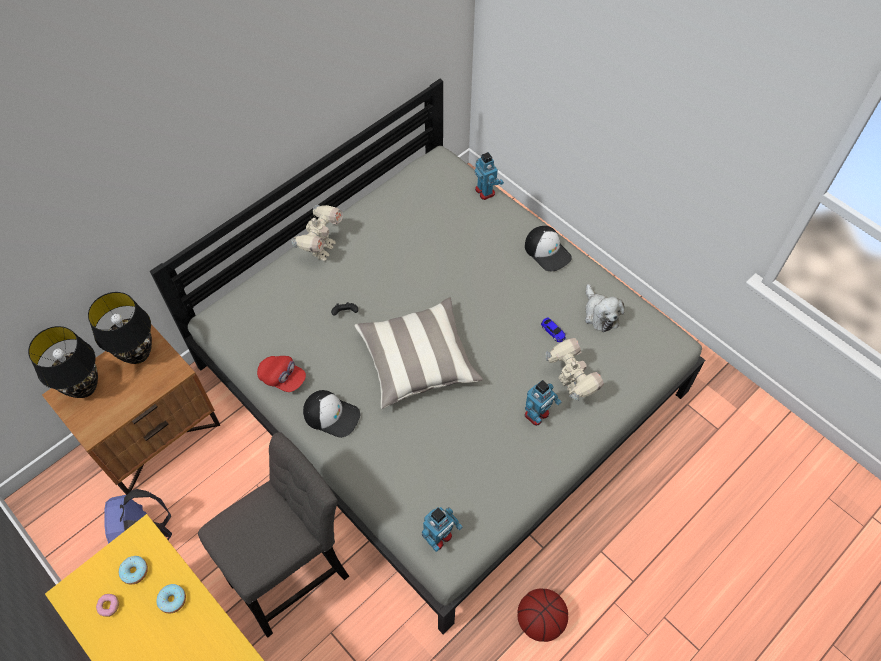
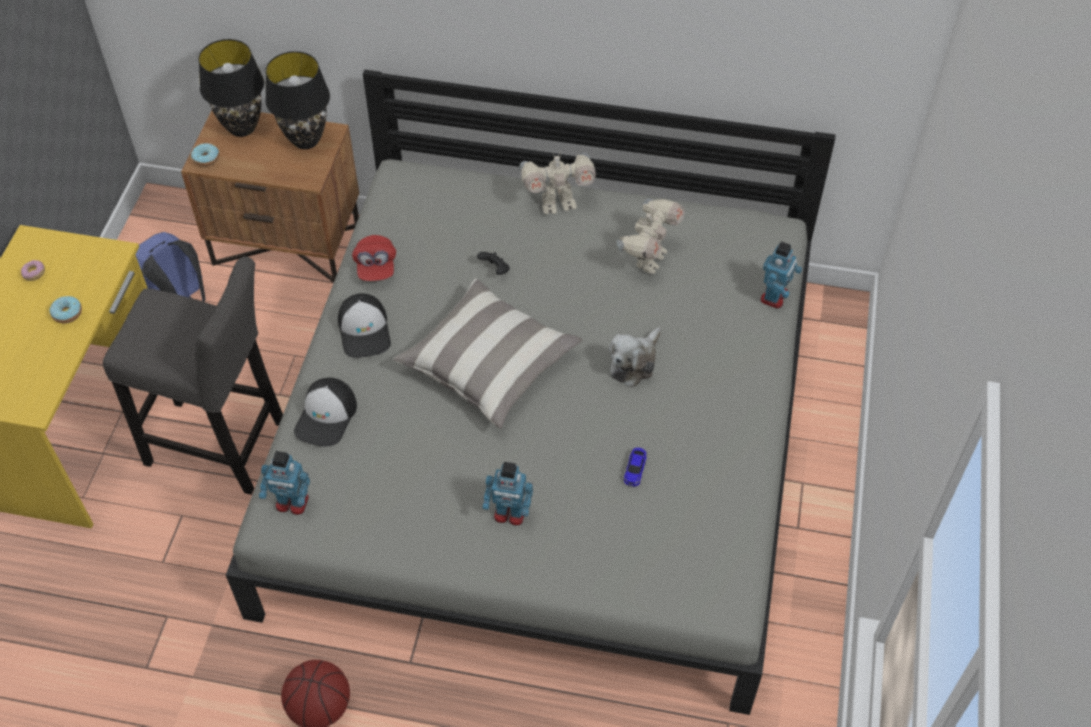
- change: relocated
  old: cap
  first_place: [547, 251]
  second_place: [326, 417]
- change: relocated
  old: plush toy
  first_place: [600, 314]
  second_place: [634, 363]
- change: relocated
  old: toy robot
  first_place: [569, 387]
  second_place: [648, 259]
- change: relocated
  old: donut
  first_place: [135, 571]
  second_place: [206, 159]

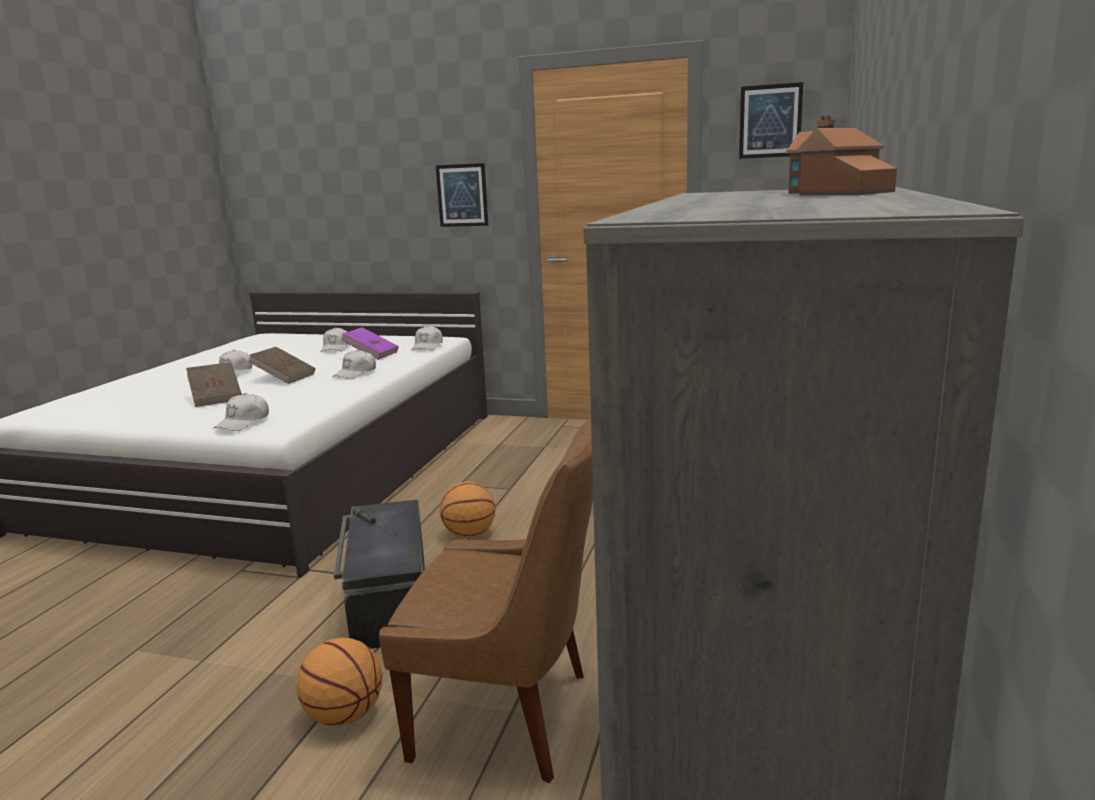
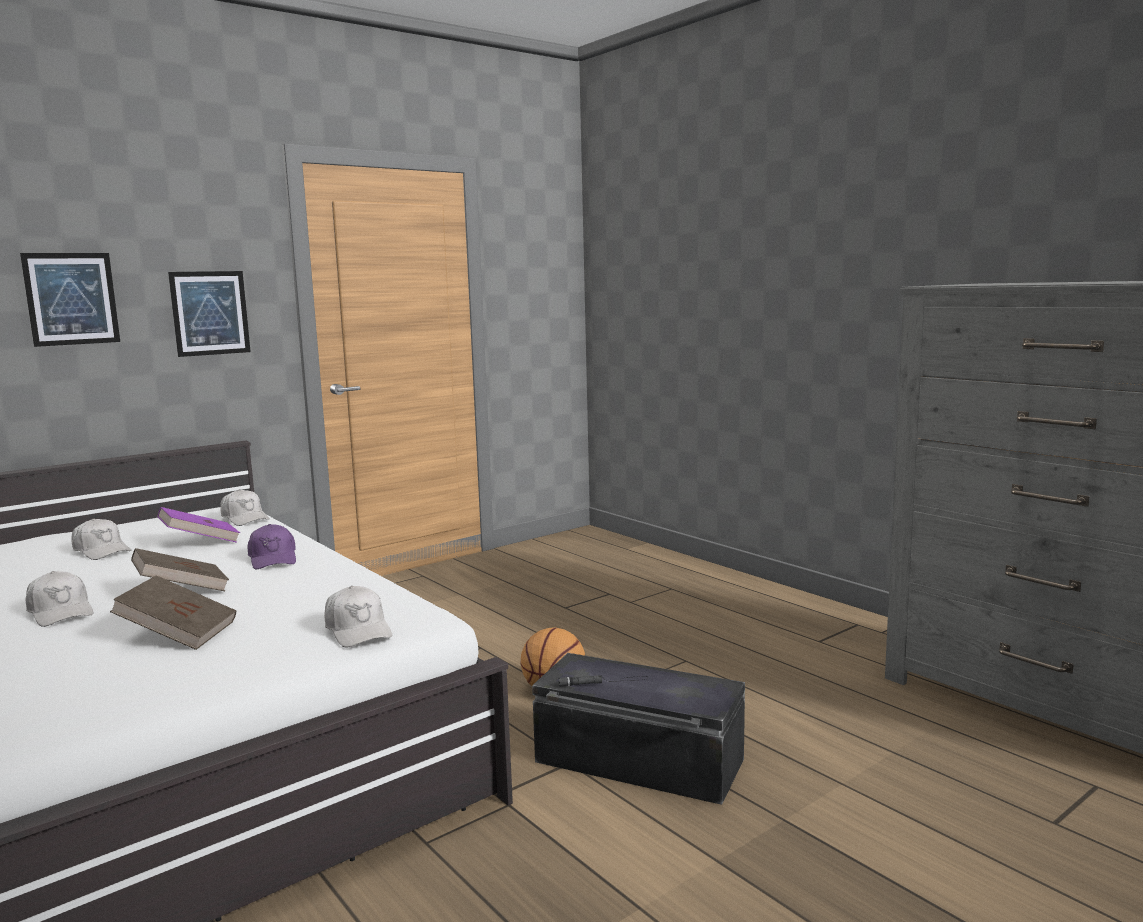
- change: relocated
  old: picture
  first_place: [770, 121]
  second_place: [71, 299]
- change: missing
  old: toy house
  first_place: [833, 193]
- change: colour
  old: white cap
  new: purple cap
  first_place: [355, 373]
  second_place: [273, 559]
- change: missing
  old: brown chair
  first_place: [509, 716]
- change: missing
  old: basketball
  first_place: [343, 716]

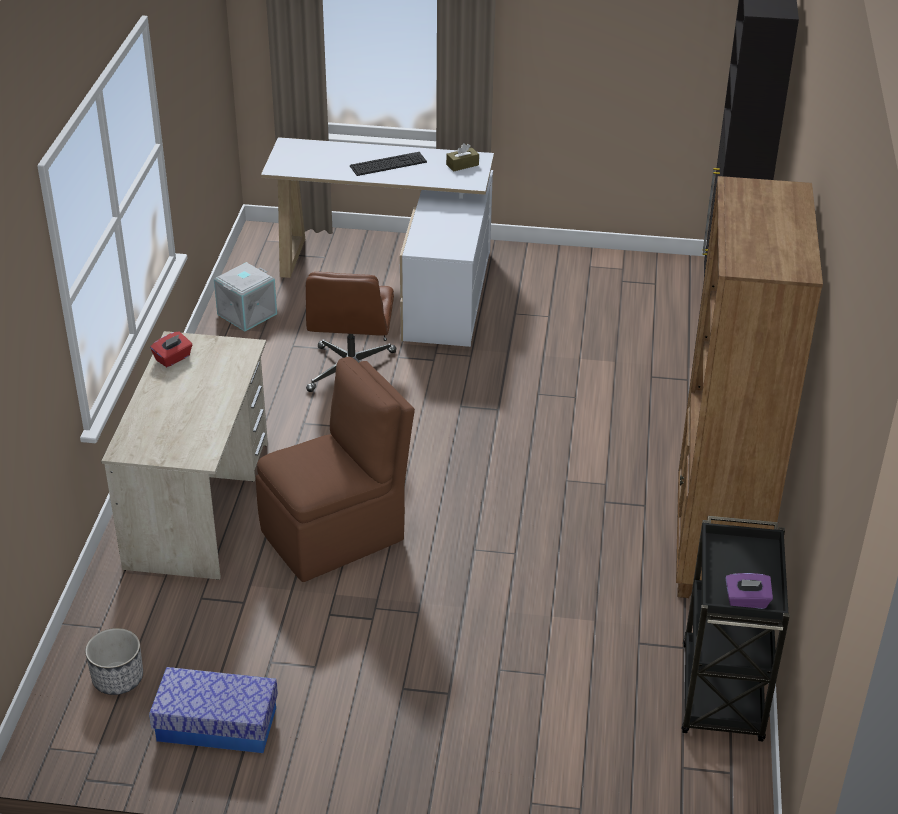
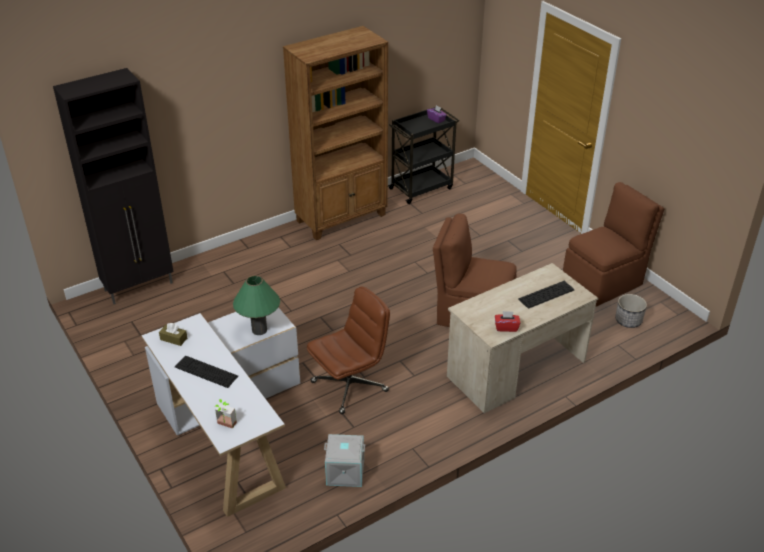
- change: exchanged
  old: storage box
  new: brown chair
  first_place: [216, 724]
  second_place: [604, 282]
- change: appeared
  new: green table lamp
  second_place: [259, 330]
- change: appeared
  new: keyboard
  second_place: [546, 294]
- change: appeared
  new: potted plant
  second_place: [225, 425]

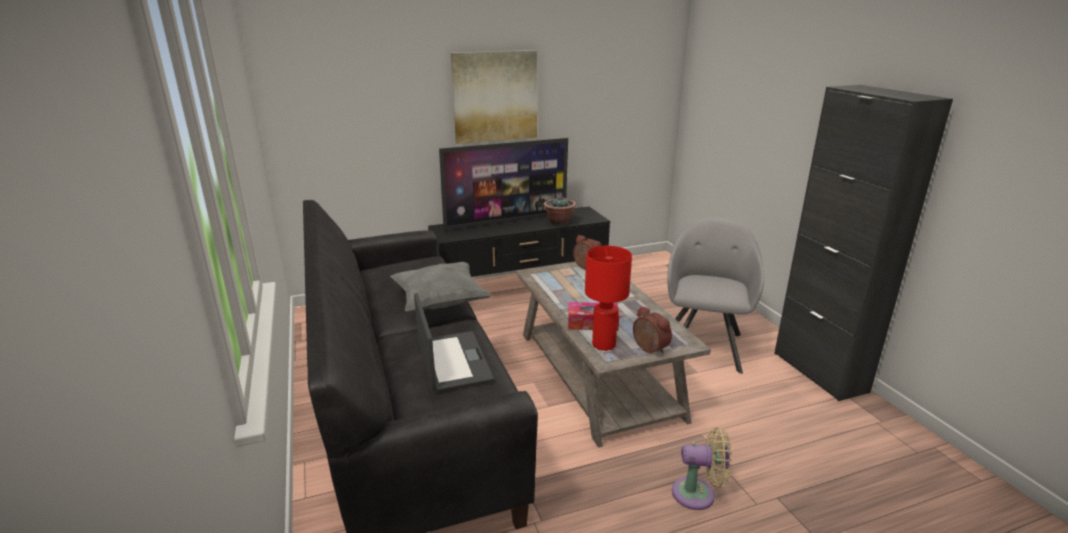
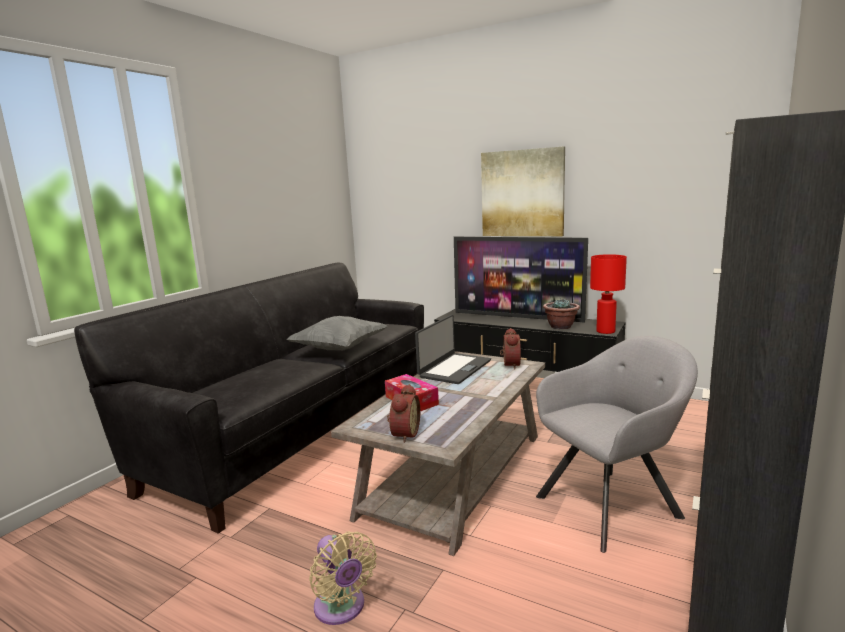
- change: relocated
  old: red table lamp
  first_place: [603, 344]
  second_place: [605, 331]
- change: relocated
  old: laptop
  first_place: [452, 361]
  second_place: [454, 368]

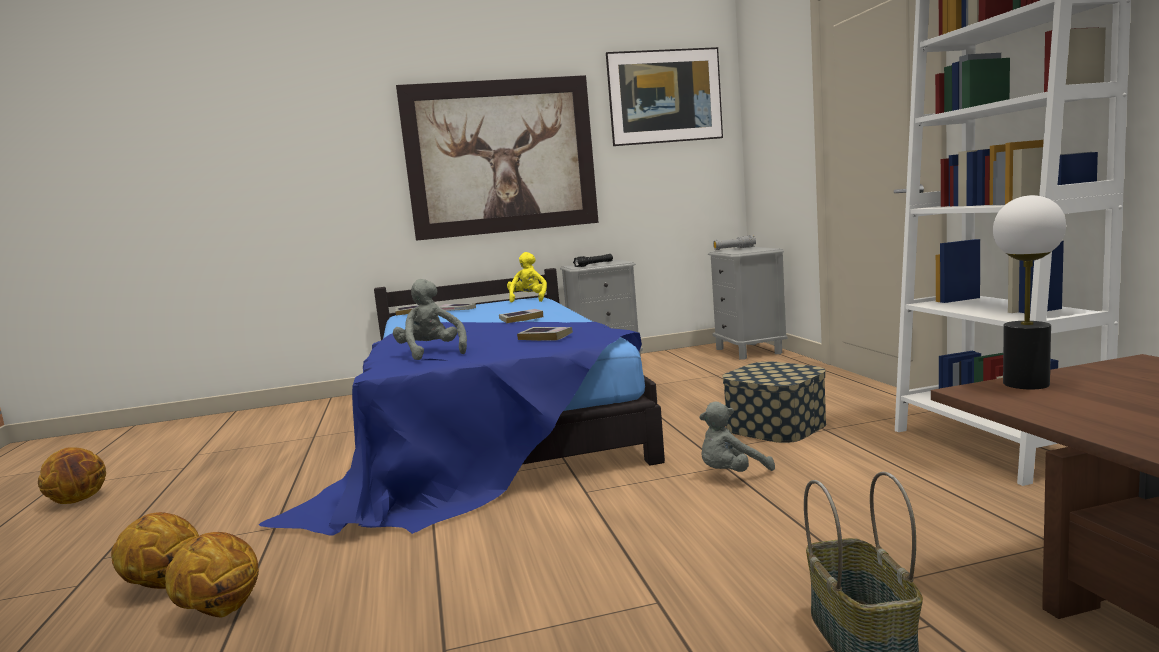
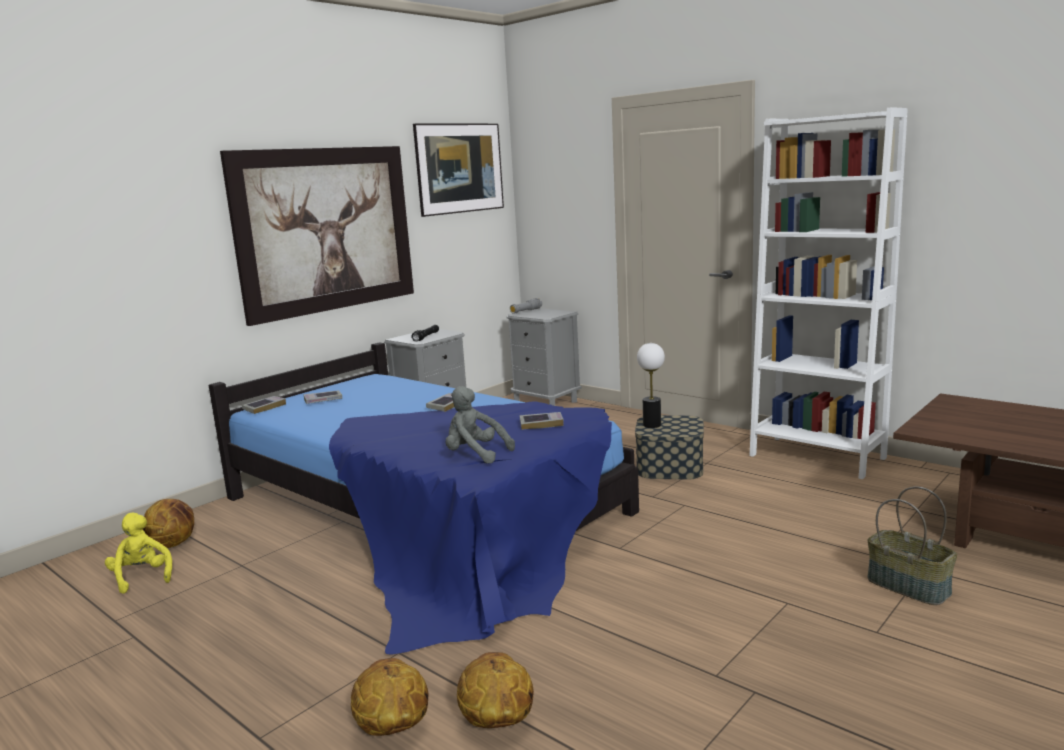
- change: relocated
  old: table lamp
  first_place: [1026, 384]
  second_place: [652, 425]
- change: relocated
  old: yellow plush toy
  first_place: [528, 300]
  second_place: [142, 577]
- change: missing
  old: grey plush toy
  first_place: [731, 474]
- change: relocated
  old: basketball
  first_place: [78, 500]
  second_place: [173, 544]

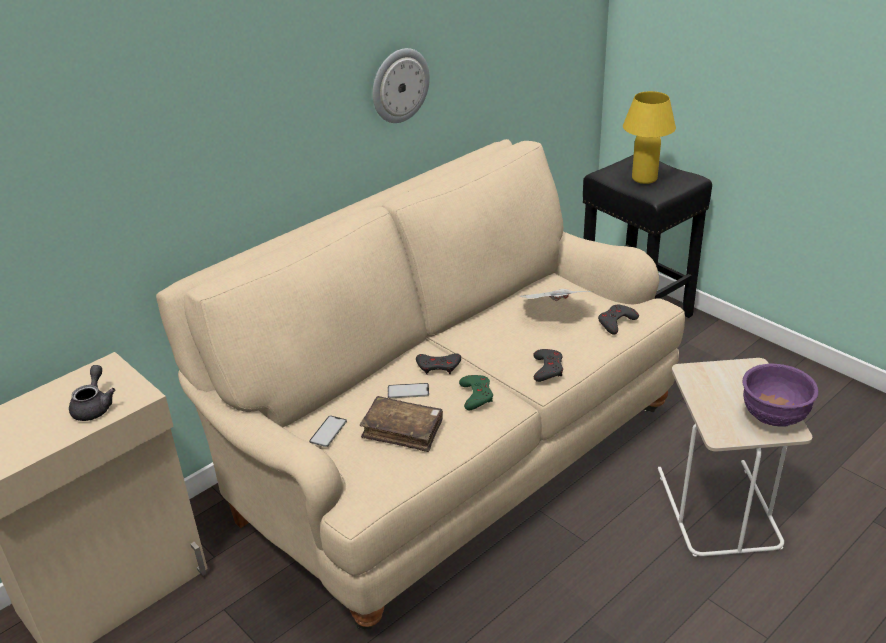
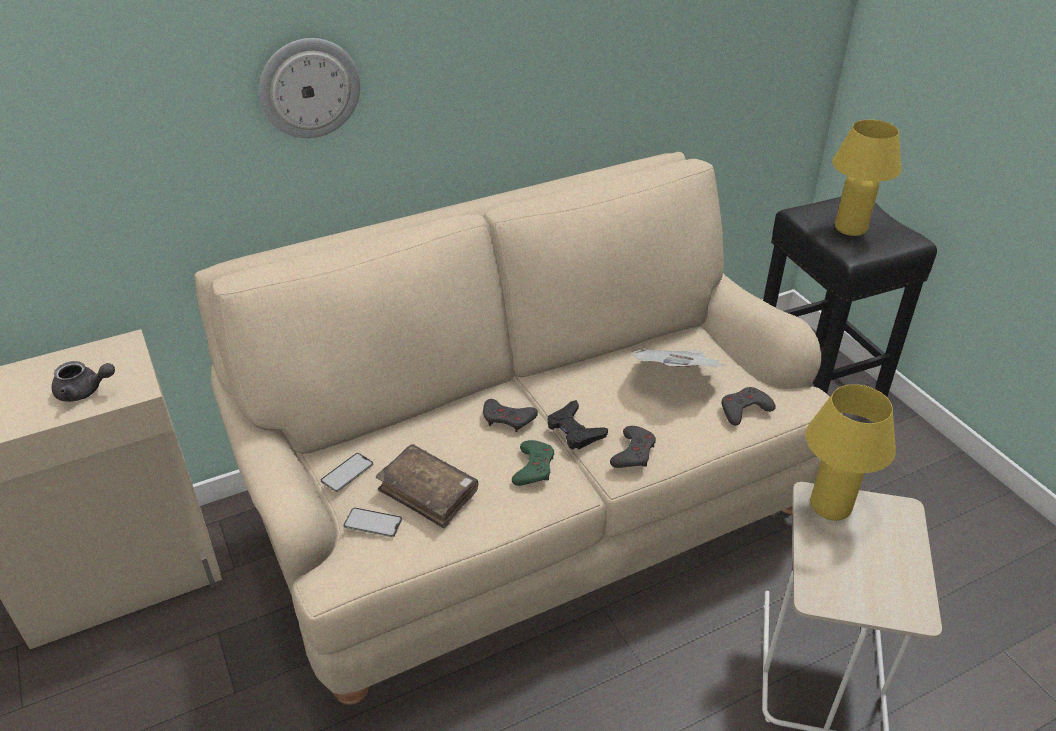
- change: relocated
  old: wall clock
  first_place: [399, 85]
  second_place: [309, 88]
- change: missing
  old: purple bowl
  first_place: [773, 417]
- change: spun
  old: grey teapot
  first_place: [94, 406]
  second_place: [84, 391]
  degrees: 75
- change: relocated
  old: phone
  first_place: [408, 391]
  second_place: [373, 523]
- change: appeared
  new: yellow table lamp
  second_place: [830, 506]
- change: appeared
  new: black game controller
  second_place: [574, 430]

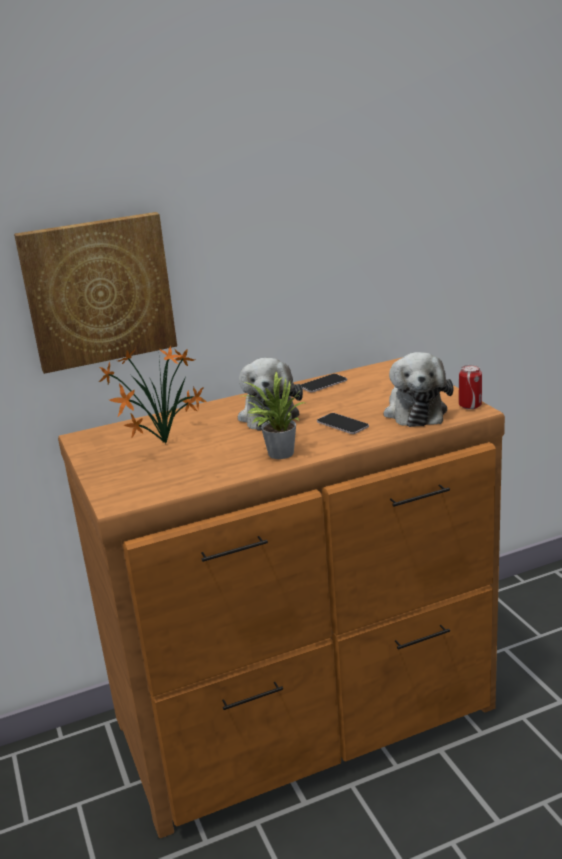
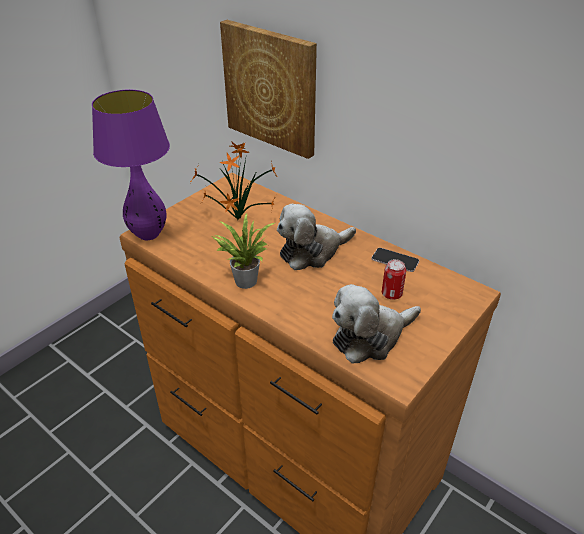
- change: relocated
  old: can
  first_place: [470, 406]
  second_place: [391, 294]
- change: missing
  old: phone
  first_place: [342, 424]
- change: appeared
  new: purple table lamp
  second_place: [149, 235]

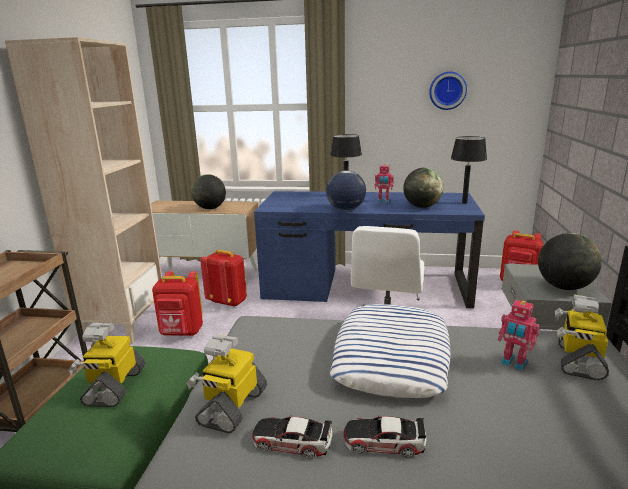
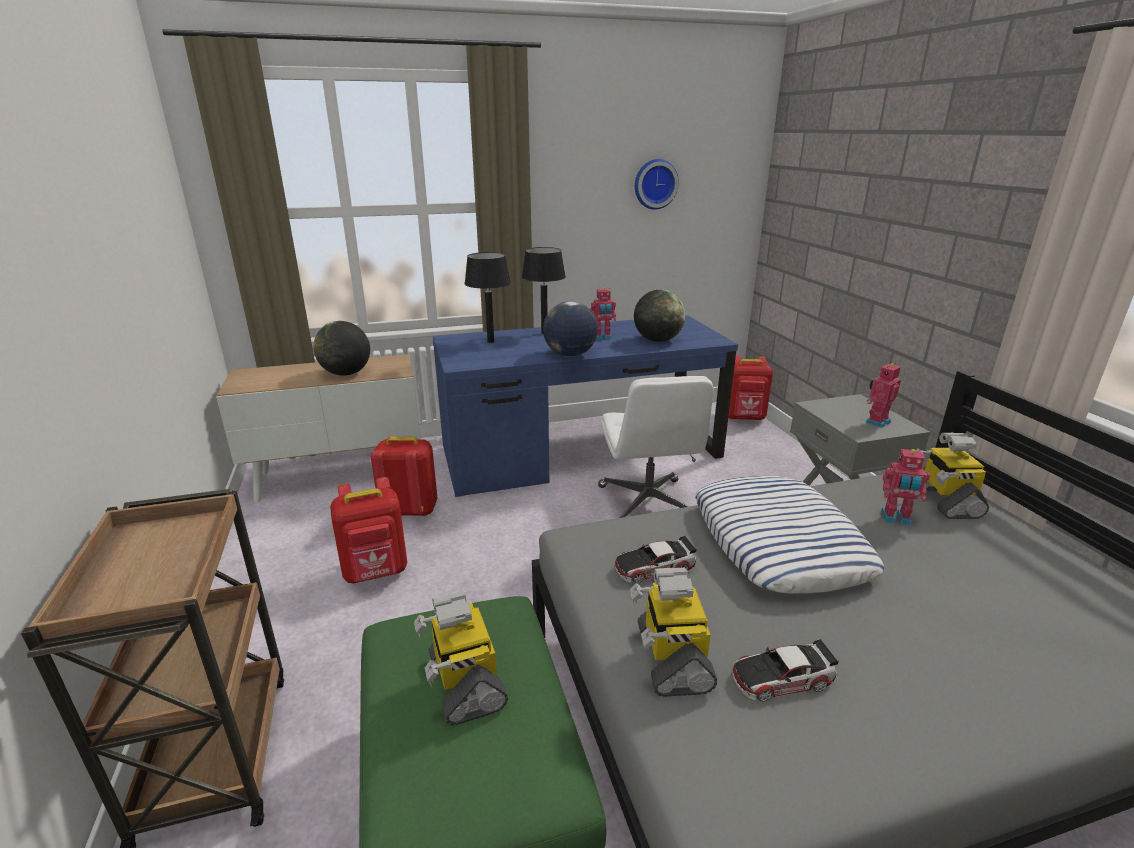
- change: missing
  old: beige bookcase
  first_place: [124, 324]
- change: relocated
  old: black table lamp
  first_place: [464, 203]
  second_place: [490, 341]
- change: exchanged
  old: globe
  new: toy robot
  first_place: [564, 287]
  second_place: [876, 421]
- change: relocated
  old: toy car
  first_place: [384, 441]
  second_place: [654, 567]

